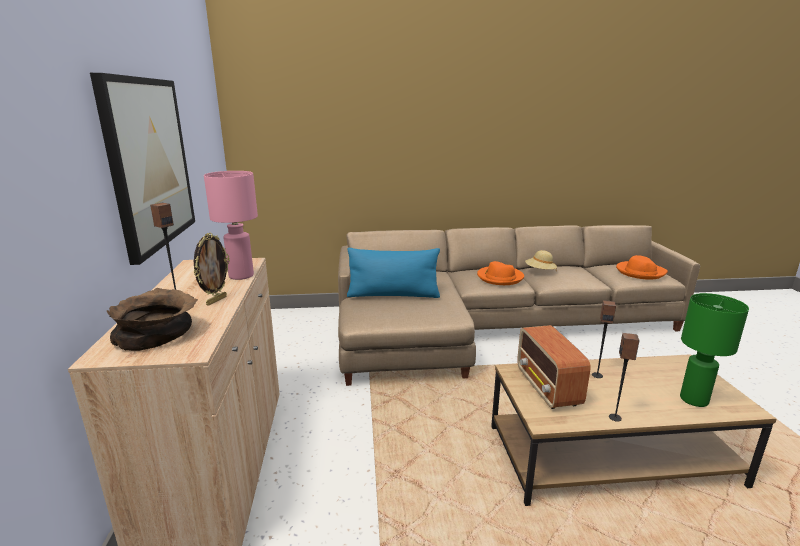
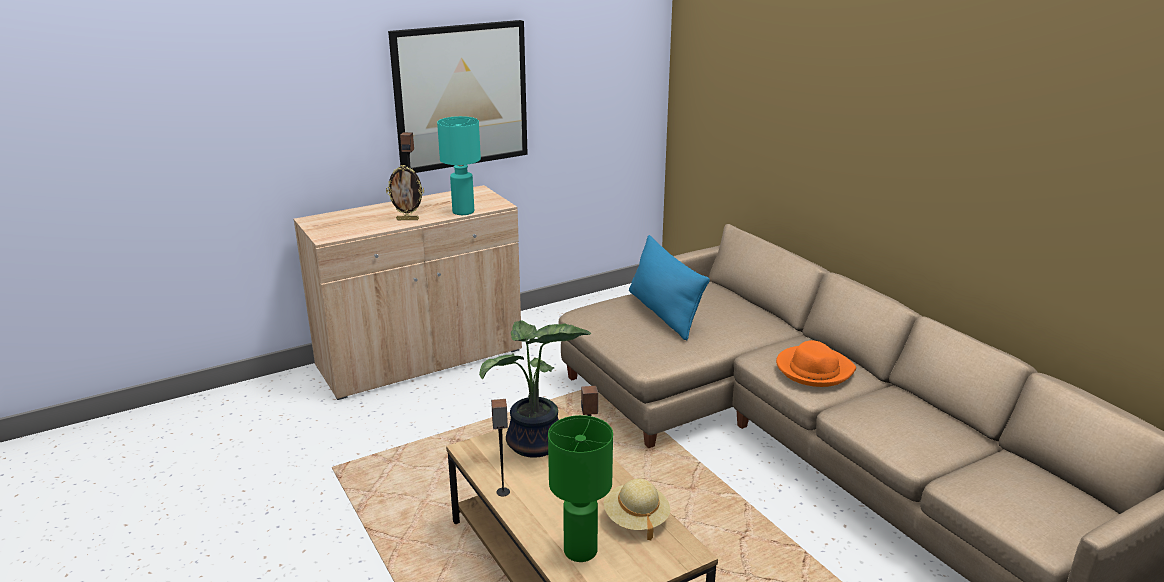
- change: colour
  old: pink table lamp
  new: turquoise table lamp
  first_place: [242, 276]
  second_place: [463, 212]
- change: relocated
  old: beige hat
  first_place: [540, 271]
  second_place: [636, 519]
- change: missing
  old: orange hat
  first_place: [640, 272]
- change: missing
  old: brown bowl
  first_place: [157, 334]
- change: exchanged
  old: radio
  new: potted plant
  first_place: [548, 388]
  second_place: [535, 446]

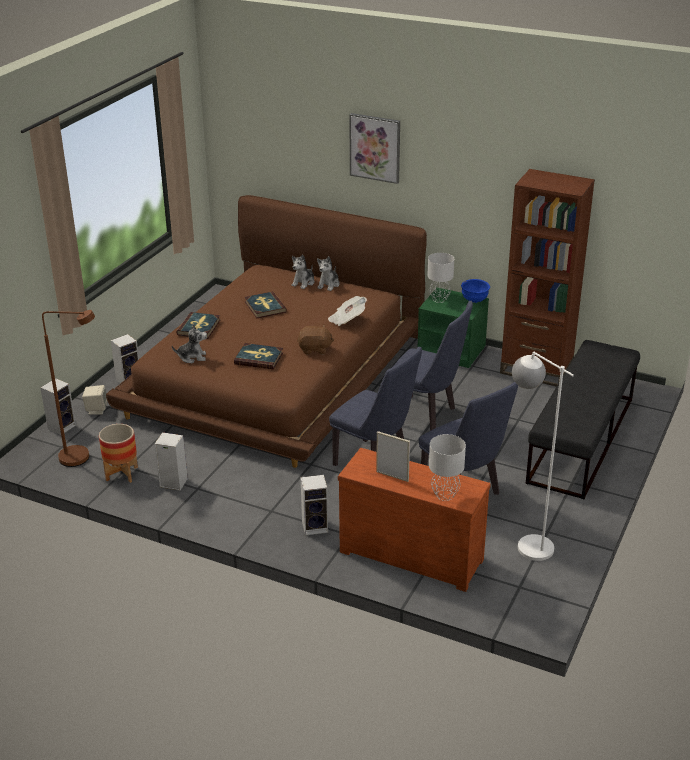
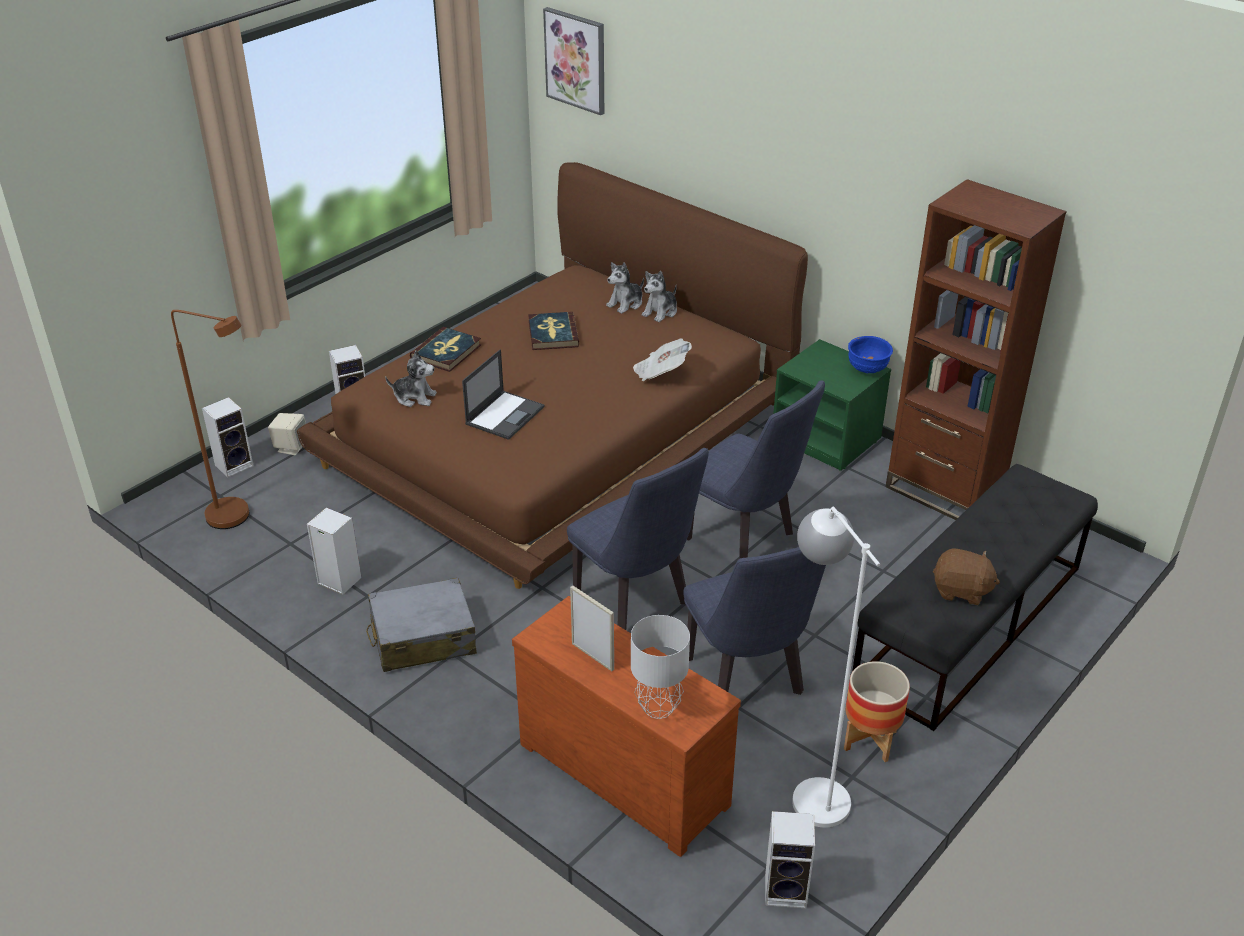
- change: relocated
  old: picture
  first_place: [375, 148]
  second_place: [576, 60]
- change: missing
  old: grey table lamp
  first_place: [439, 299]
- change: relocated
  old: brown plush toy
  first_place: [315, 349]
  second_place: [961, 591]
- change: exchanged
  old: book
  new: laptop
  first_place: [259, 358]
  second_place: [505, 415]
- change: relocated
  old: planter
  first_place: [122, 474]
  second_place: [870, 741]
- change: relocated
  old: speaker
  first_place: [316, 526]
  second_place: [787, 890]
- change: appeared
  new: grey suitcase
  second_place: [422, 638]

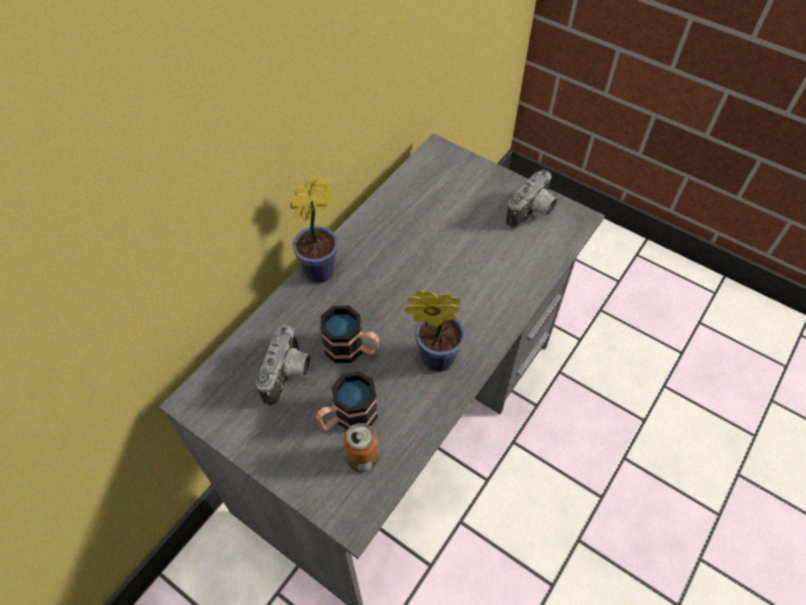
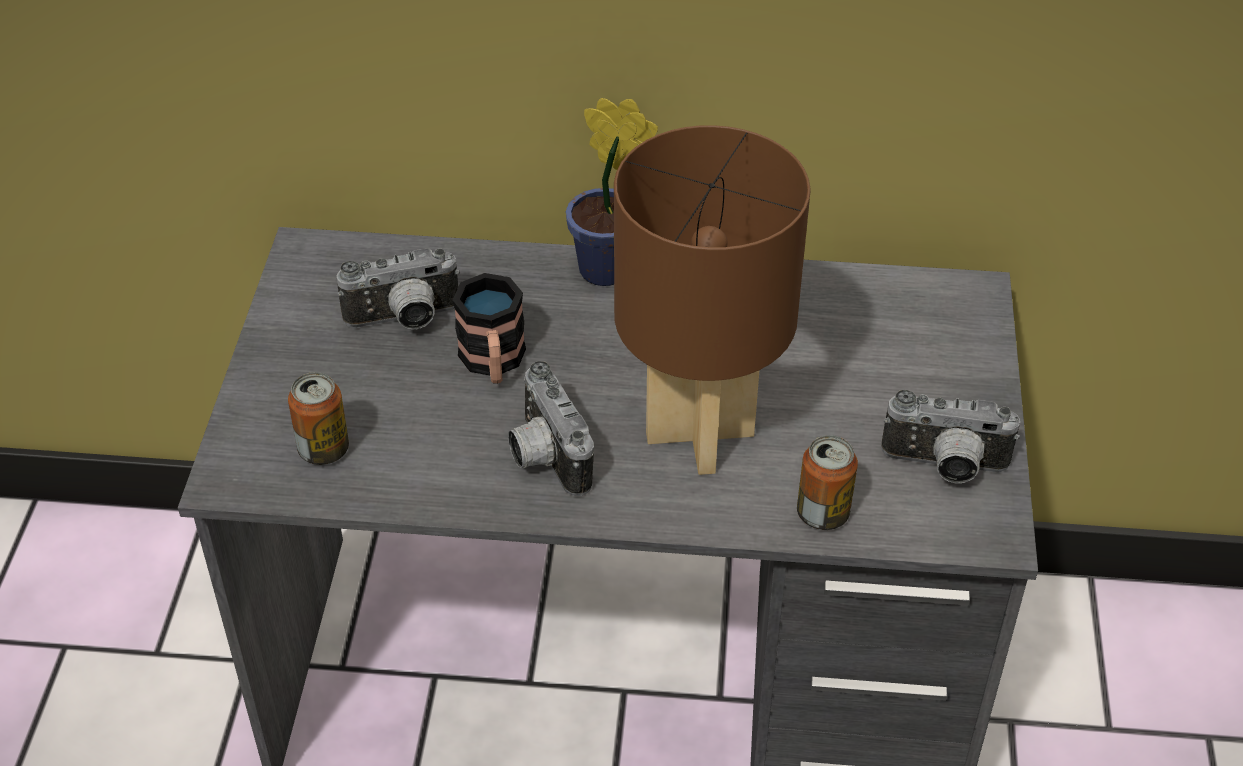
- change: exchanged
  old: potted plant
  new: photo camera
  first_place: [433, 357]
  second_place: [543, 457]
- change: missing
  old: mug
  first_place: [348, 418]
- change: appeared
  new: brown table lamp
  second_place: [701, 436]
- change: appeared
  new: can
  second_place: [823, 513]

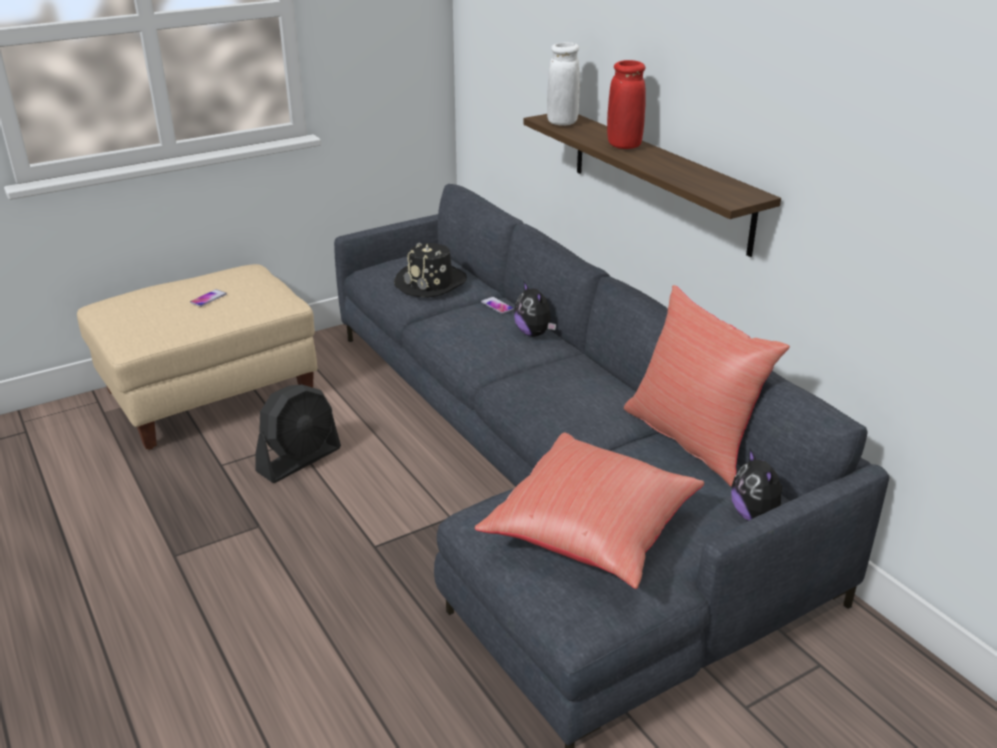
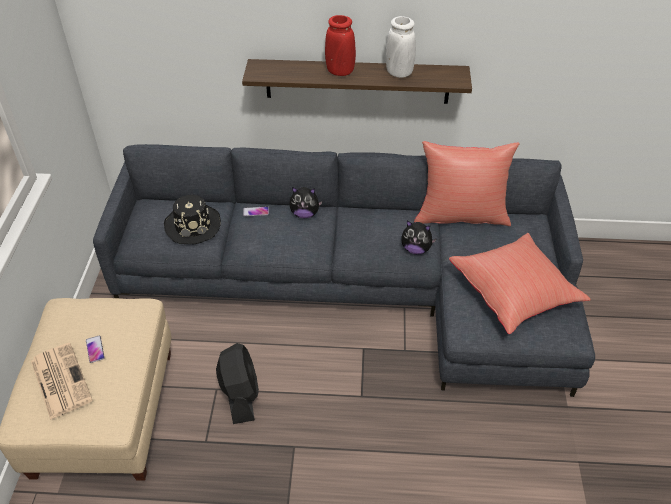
- change: relocated
  old: white vase
  first_place: [562, 122]
  second_place: [399, 73]
- change: relocated
  old: plush toy
  first_place: [755, 516]
  second_place: [416, 249]
- change: appeared
  new: newspaper
  second_place: [60, 380]

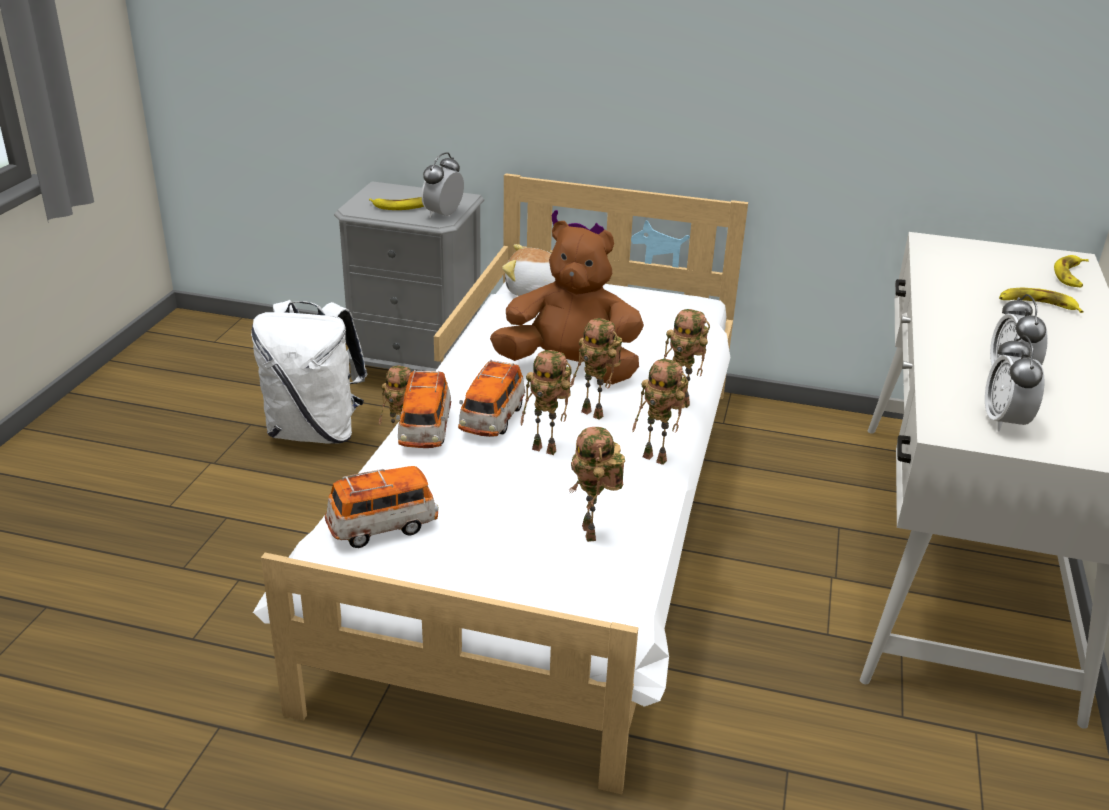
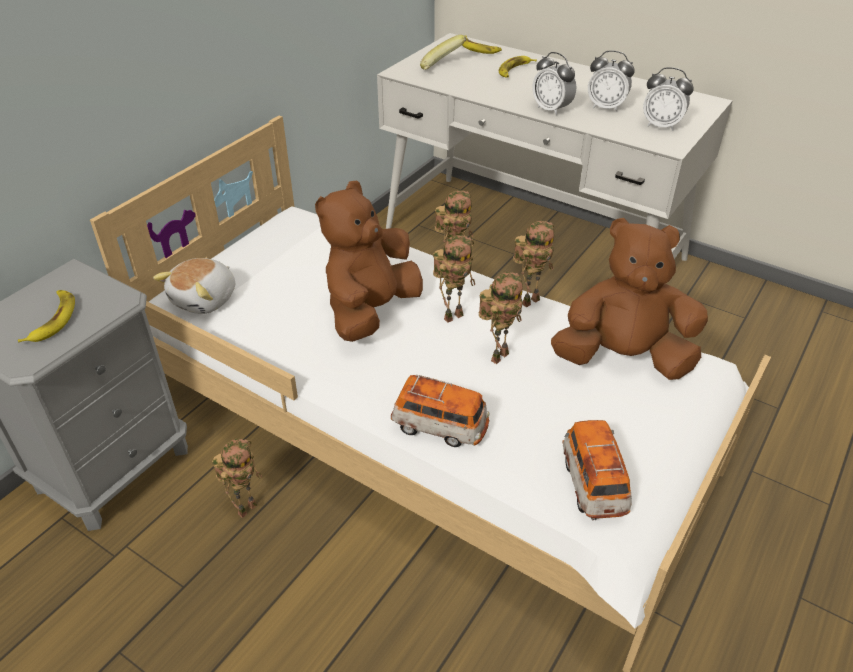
- change: relocated
  old: alarm clock
  first_place: [443, 215]
  second_place: [551, 109]
- change: missing
  old: white backpack
  first_place: [315, 431]
- change: missing
  old: toy car
  first_place: [492, 419]
- change: exchanged
  old: toy robot
  new: brown plush toy
  first_place: [592, 534]
  second_place: [623, 358]
- change: appeared
  new: banana
  second_place: [442, 68]

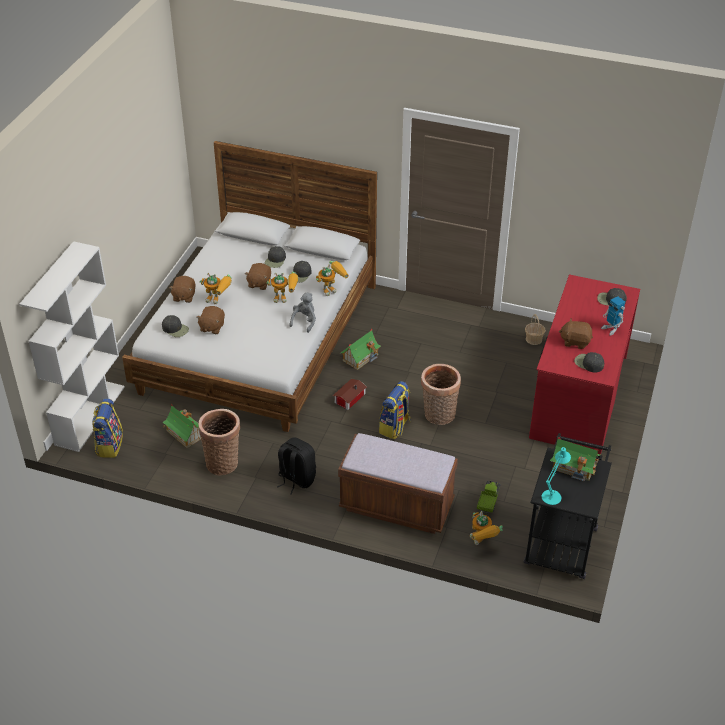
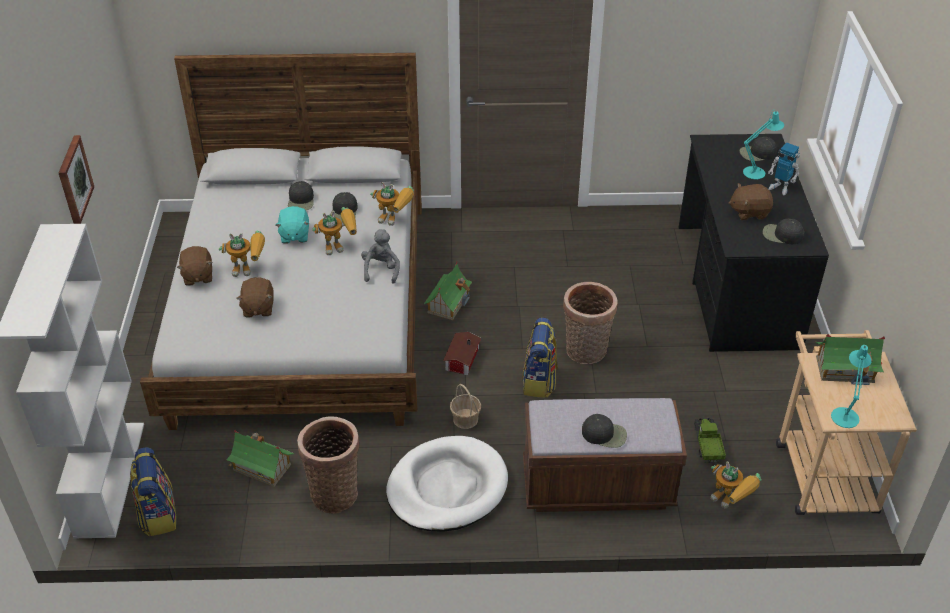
- change: spun
  old: toy robot
  first_place: [332, 288]
  second_place: [395, 220]
  degrees: 75
- change: colour
  old: brown plush toy
  new: turquoise plush toy
  first_place: [259, 283]
  second_place: [294, 235]
- change: colour
  old: red desk
  new: black desk
  first_place: [578, 397]
  second_place: [736, 285]
- change: relocated
  old: basket
  first_place: [533, 339]
  second_place: [465, 419]
- change: relocated
  old: black cap
  first_place: [175, 329]
  second_place: [604, 434]
- change: colour
  old: black cart
  new: beige cart
  first_place: [562, 539]
  second_place: [823, 469]
- change: exchanged
  old: black backpack
  new: white dog bed
  first_place: [296, 479]
  second_place: [447, 487]
- change: appeared
  new: turquoise table lamp
  second_place: [757, 172]
- change: appeared
  new: picture
  second_place: [73, 180]

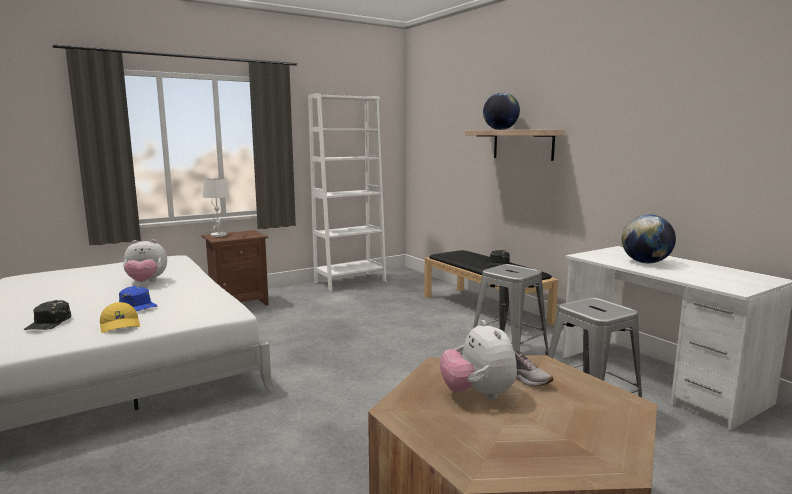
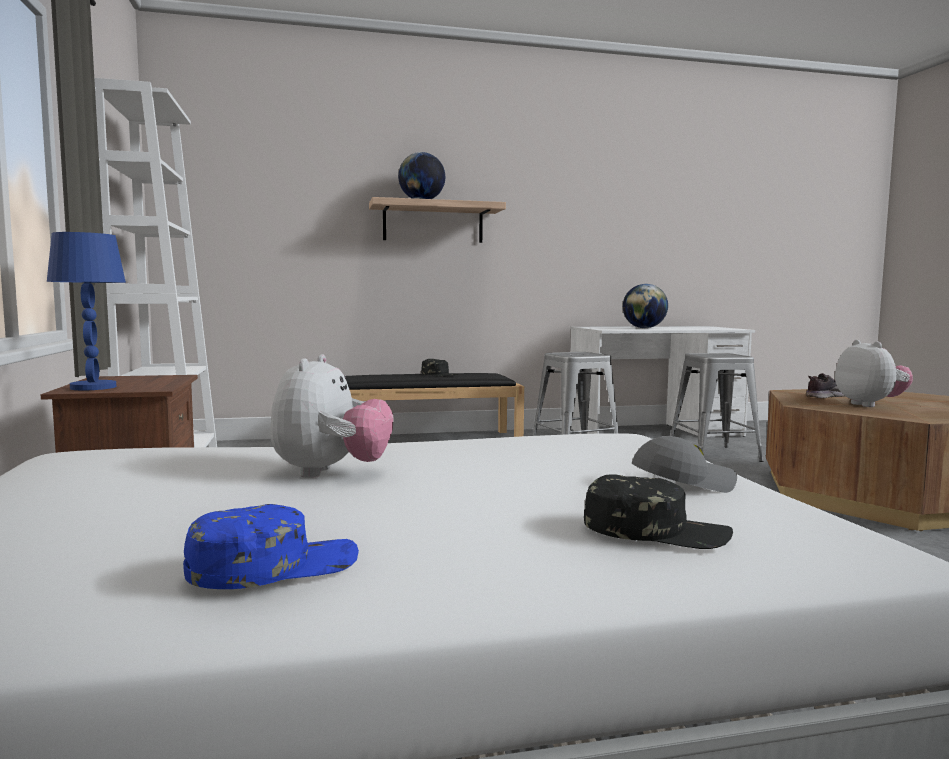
- change: colour
  old: white table lamp
  new: blue table lamp
  first_place: [218, 235]
  second_place: [93, 387]
- change: relocated
  old: blue cap
  first_place: [138, 305]
  second_place: [274, 565]
- change: colour
  old: yellow cap
  new: grey cap
  first_place: [121, 325]
  second_place: [682, 482]
- change: spun
  old: plush toy
  first_place: [478, 394]
  second_place: [870, 405]
  degrees: -105

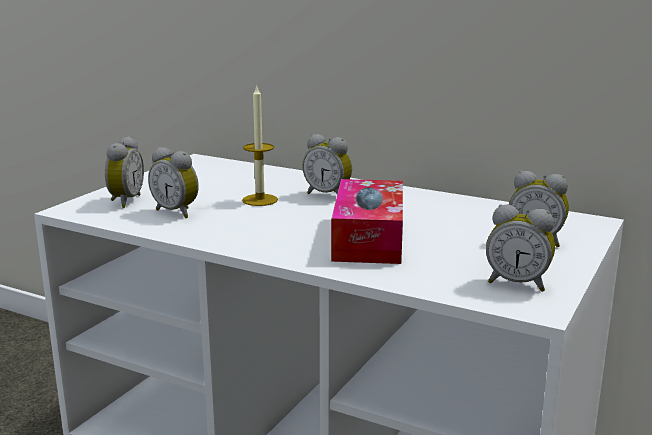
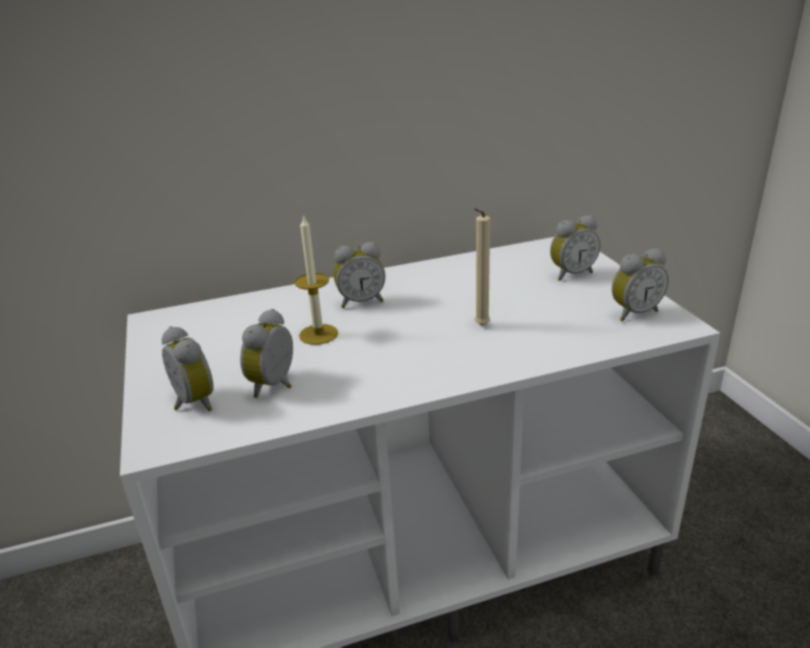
- change: spun
  old: alarm clock
  first_place: [177, 212]
  second_place: [276, 385]
  degrees: 120
- change: exchanged
  old: tissue box
  new: beige candle
  first_place: [368, 238]
  second_place: [480, 326]

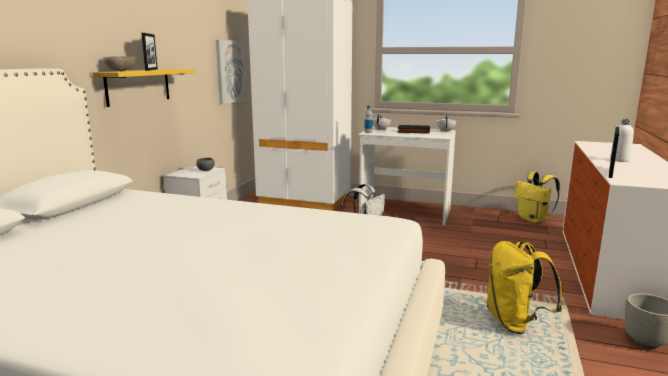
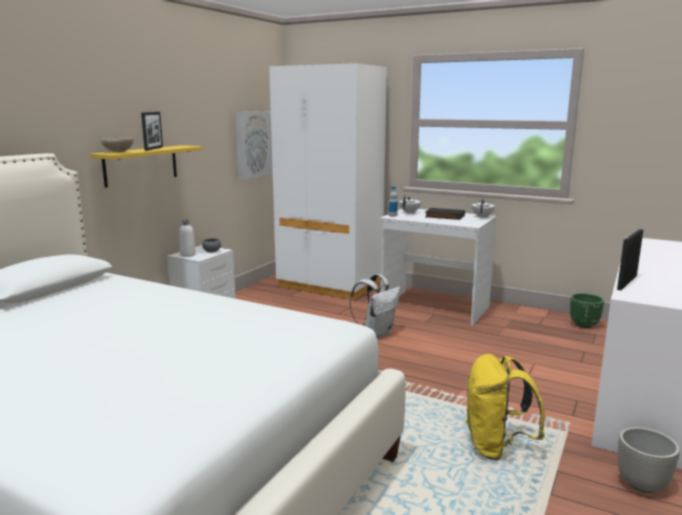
- change: relocated
  old: white bottle
  first_place: [619, 160]
  second_place: [188, 255]
- change: exchanged
  old: yellow backpack
  new: green planter
  first_place: [533, 219]
  second_place: [584, 325]

